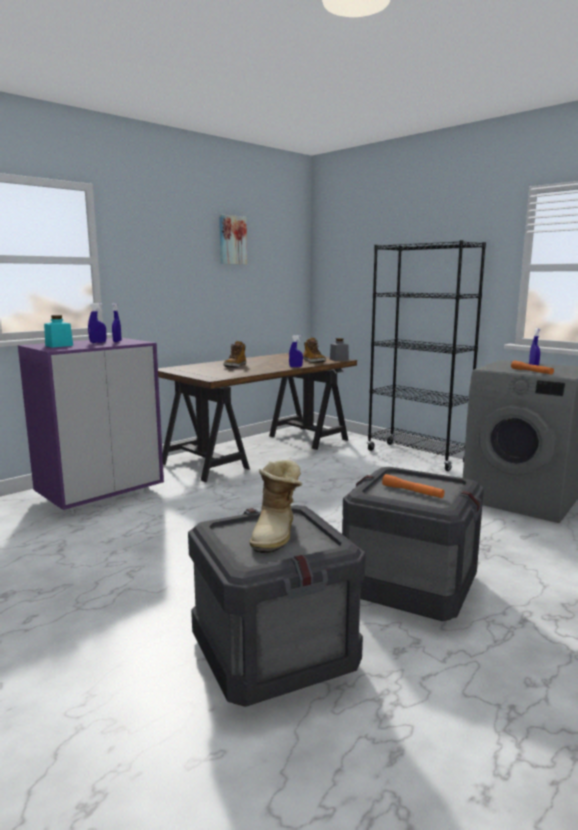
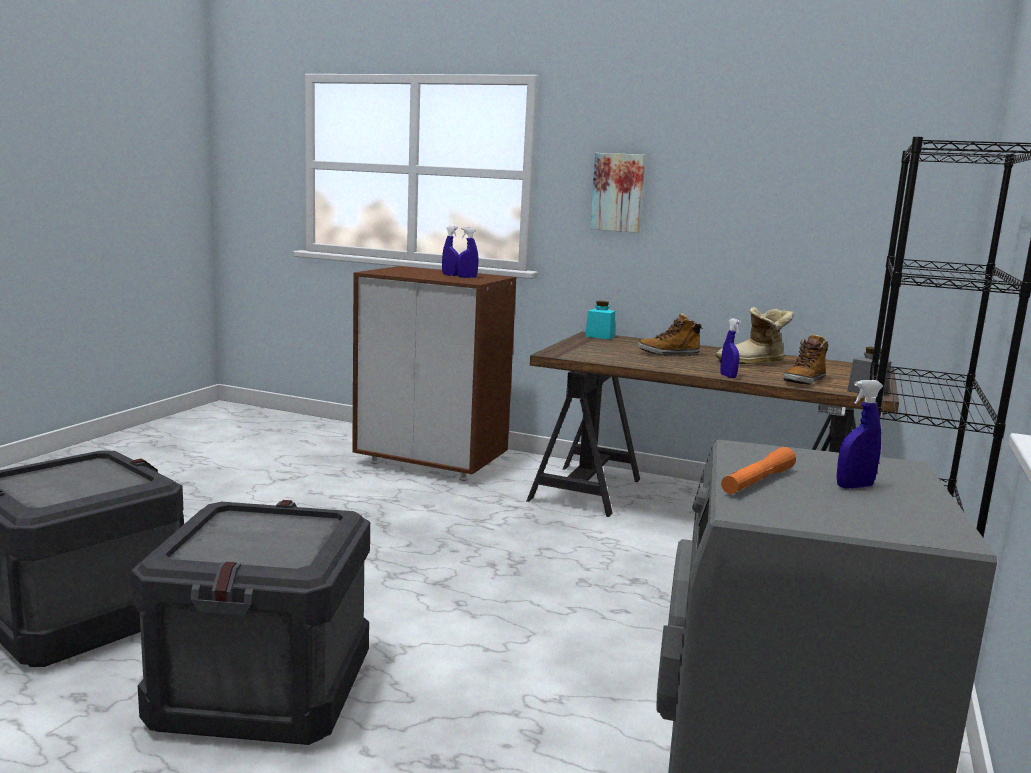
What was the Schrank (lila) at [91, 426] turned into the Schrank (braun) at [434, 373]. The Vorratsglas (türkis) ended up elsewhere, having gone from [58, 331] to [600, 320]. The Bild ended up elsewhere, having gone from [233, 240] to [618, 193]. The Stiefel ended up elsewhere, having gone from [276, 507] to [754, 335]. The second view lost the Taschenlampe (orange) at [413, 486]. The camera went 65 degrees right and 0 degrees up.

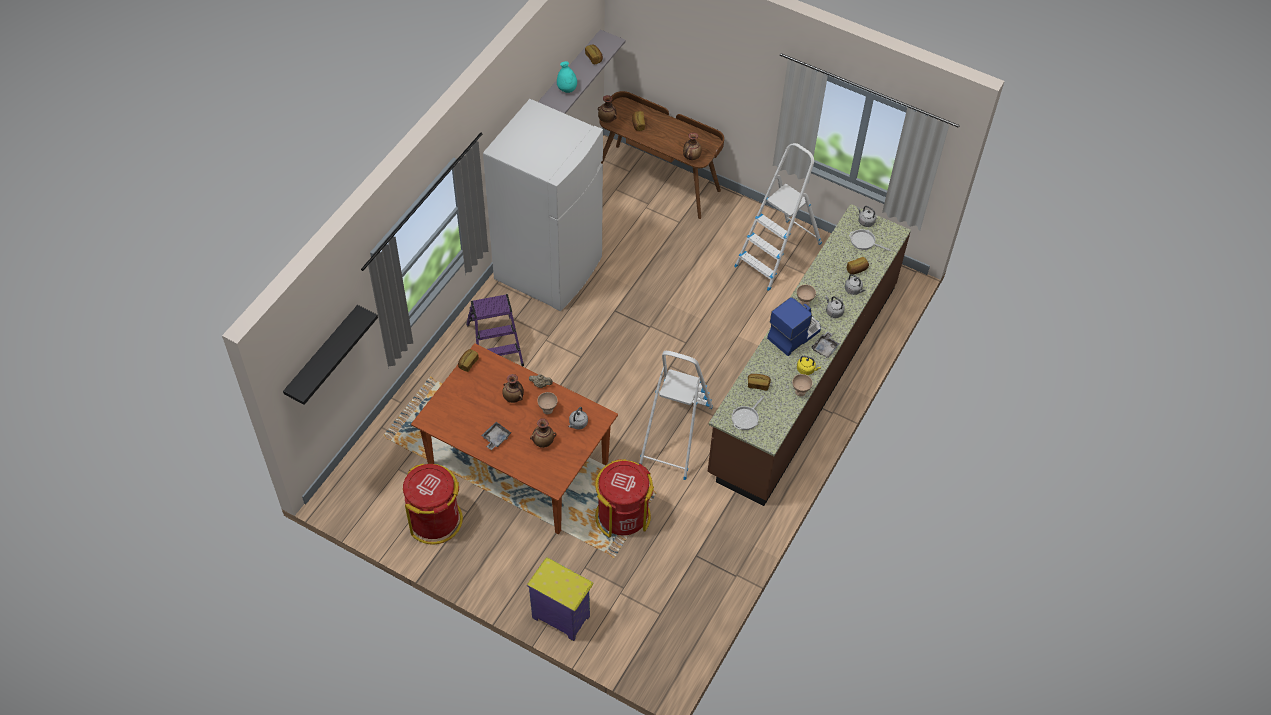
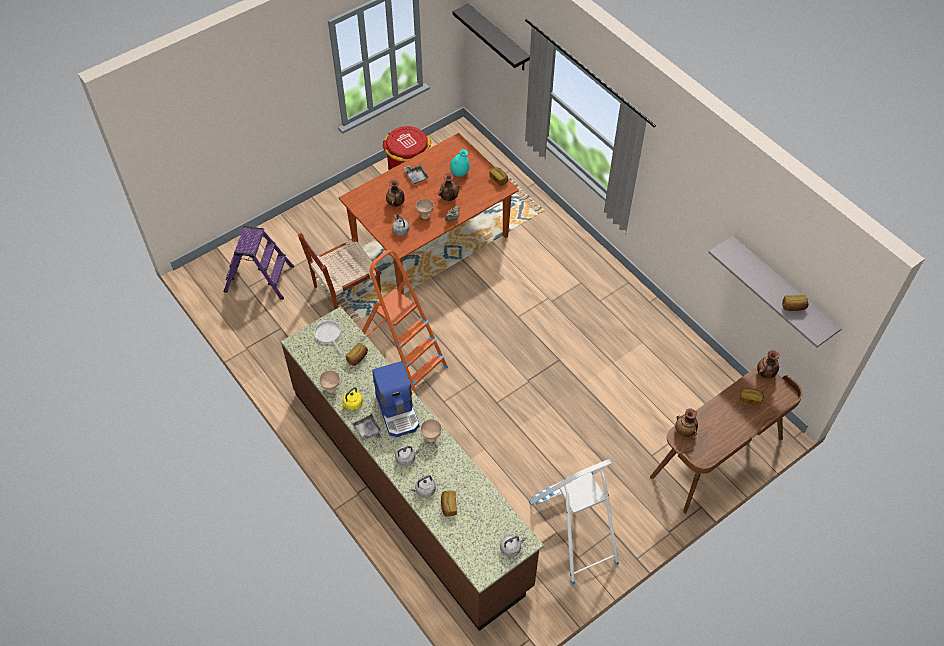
The Trittleiter (lila) ended up elsewhere, having gone from [495, 330] to [259, 263]. Where the Mülleimer (rot) stood at [624, 498], the Stuhl came to stand at [339, 271]. What was the Trittleiter (weiß) at [676, 415] turned into the Trittleiter (orange) at [405, 323]. The Vase (türkis) ended up elsewhere, having gone from [567, 77] to [459, 163]. The second view lost the Kühlschrank (weiß) at [543, 205]. The second view lost the Nachttisch at [560, 599]. The second view lost the Pfanne at [870, 240]. The camera went 115 degrees right and 0 degrees up.

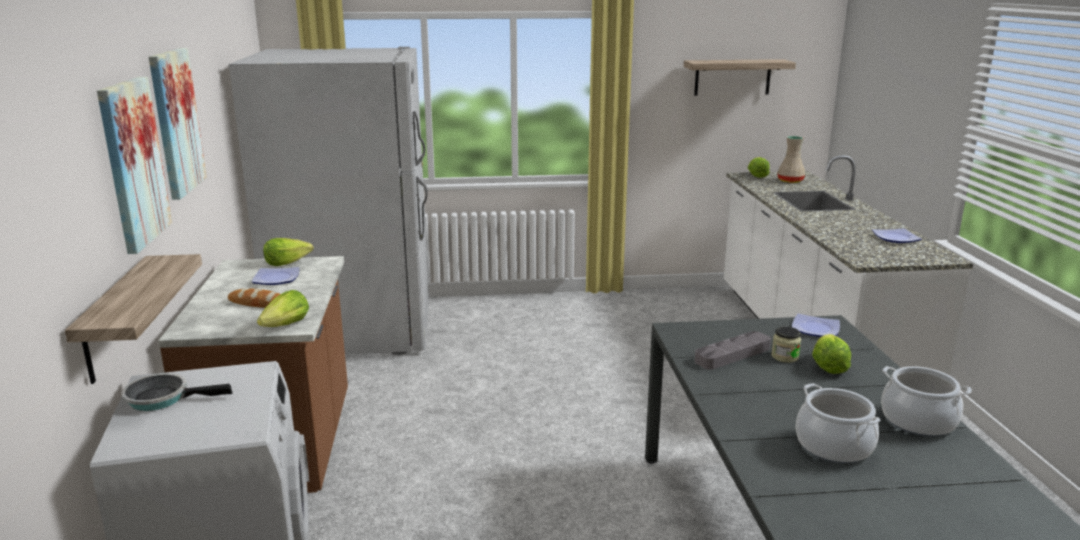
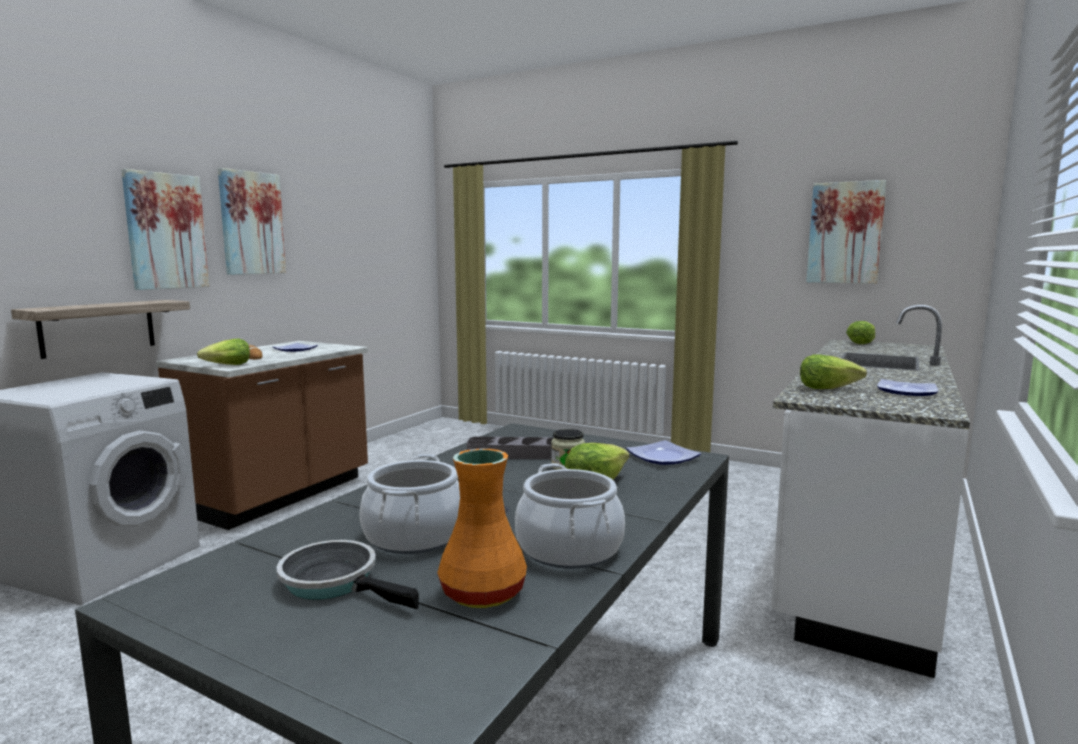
The Pfanne ended up elsewhere, having gone from [177, 392] to [348, 574]. The second view gained the Vase (orange) at [482, 528]. The Salatkopf ended up elsewhere, having gone from [288, 252] to [833, 371]. Where the Wandregal hung at [740, 77], the Bild came to hang at [846, 232]. The second view lost the Kühlschrank (weiß) at [329, 200]. The second view lost the Vase (beige) at [791, 159]. The camera went 35 degrees right and 10 degrees down.

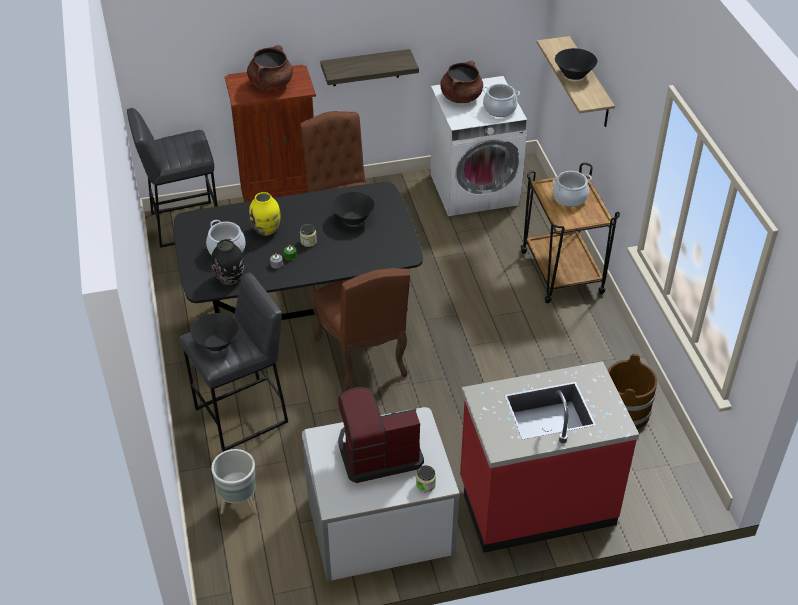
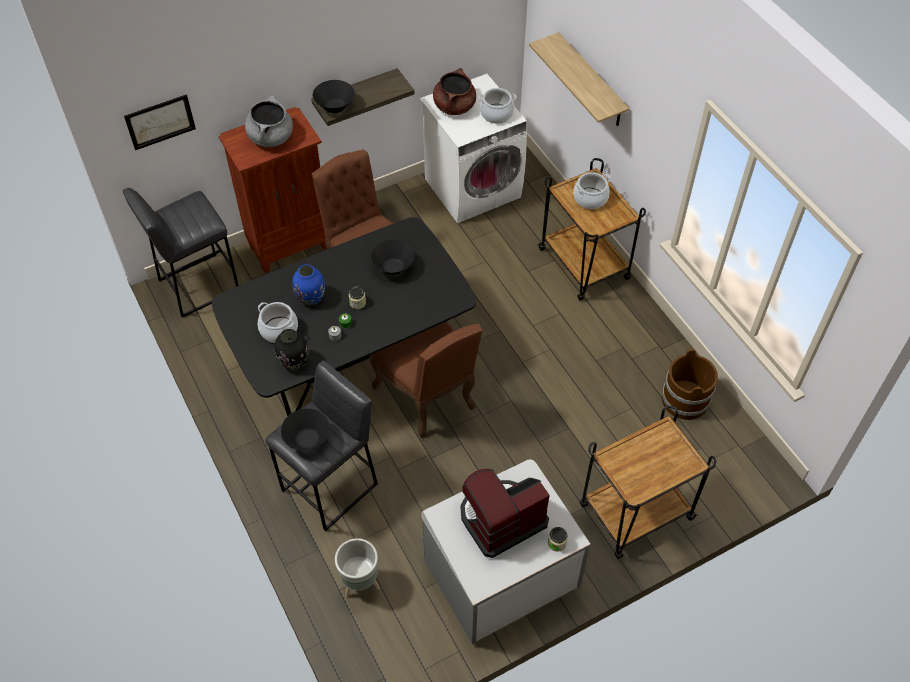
The second view gained the Bild at [160, 122]. What was the Kochtopf (braun) at [270, 68] turned into the Kochtopf (grau) at [269, 121]. What was the Vase (gelb) at [265, 214] turned into the Vase (blau) at [308, 284]. The Schüssel (schwarz) ended up elsewhere, having gone from [576, 64] to [334, 96]. Where the Küchenzeile (rot) stood at [549, 457], the Rollwagen (braun) came to stand at [648, 482]. The camera went 15 degrees left and 10 degrees up.

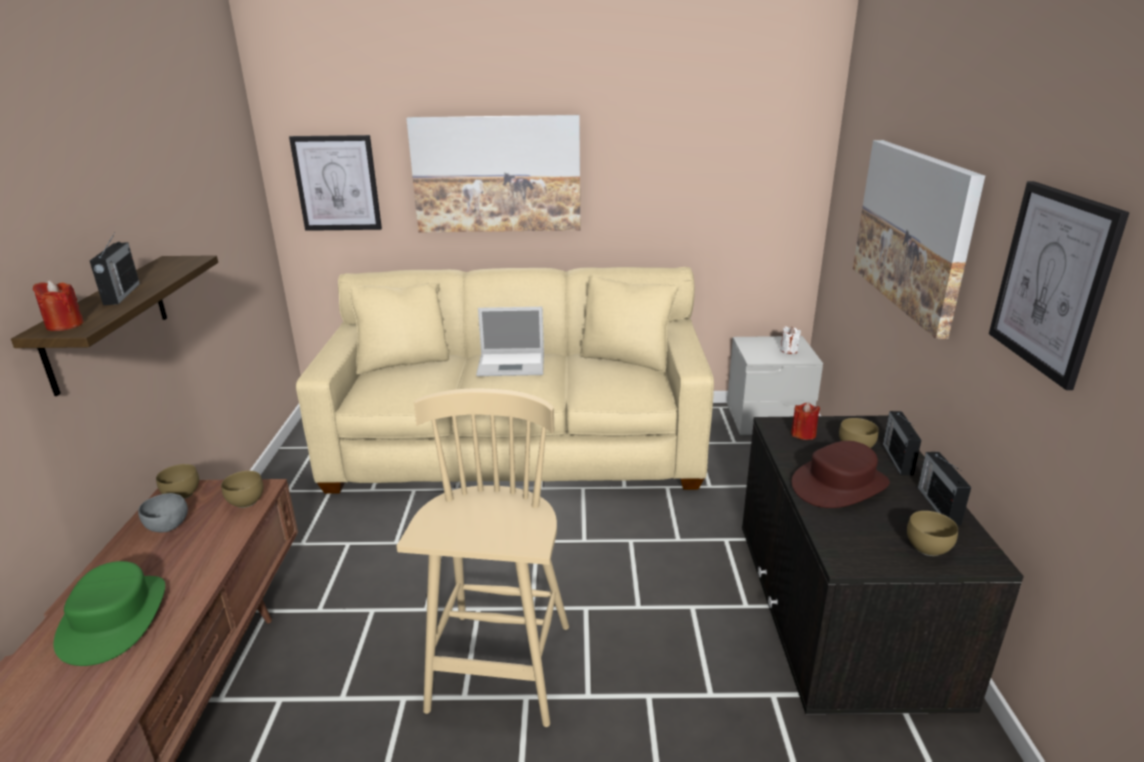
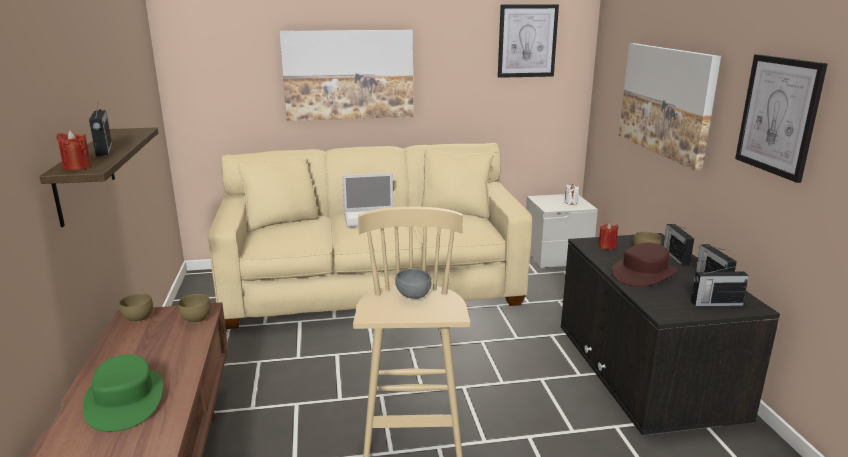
The Schüssel (grau) ended up elsewhere, having gone from [163, 512] to [413, 284]. The Bild ended up elsewhere, having gone from [335, 183] to [528, 41]. Where the Schüssel (braun) stood at [932, 533], the Radio came to stand at [720, 285]. The camera went 10 degrees left and 5 degrees down.

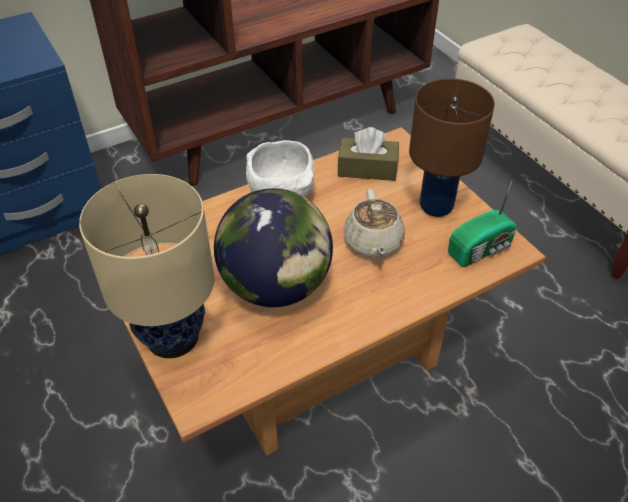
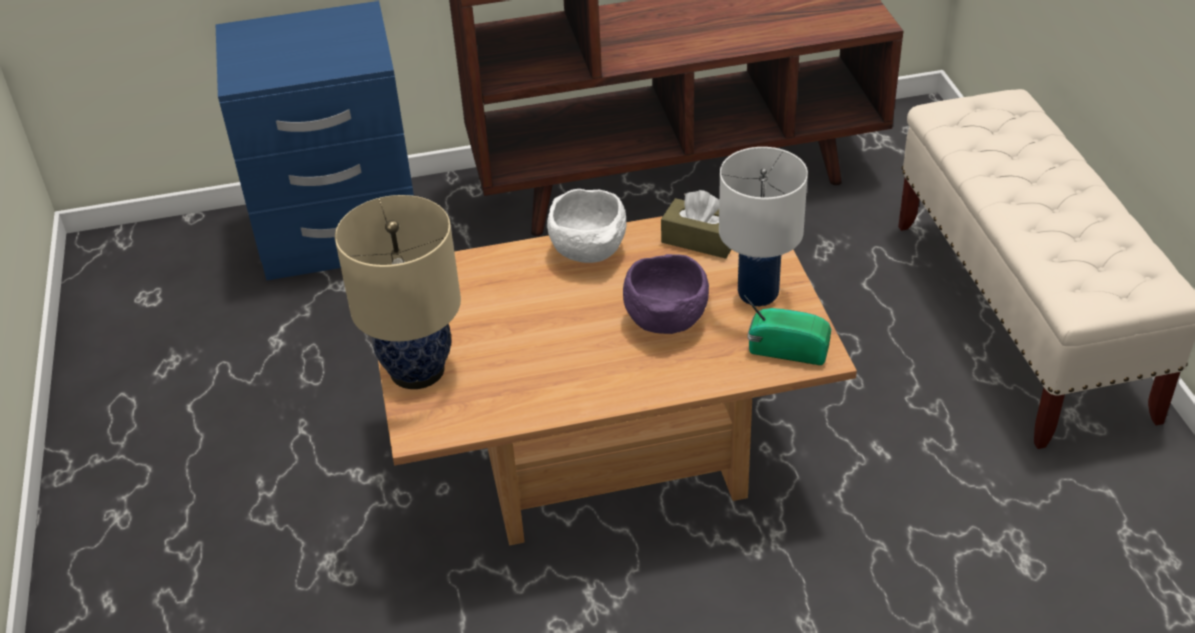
Where the Teekanne (beige) stood at [374, 224], the Schüssel (lila) came to stand at [666, 294]. What was the Tischlampe (braun) at [452, 147] turned into the Tischlampe (weiß) at [763, 226]. The Radio at [482, 223] ended up facing another way, 150 degrees counterclockwise from before. The second view lost the Globus at [273, 247]. The camera went 20 degrees right and 5 degrees down.

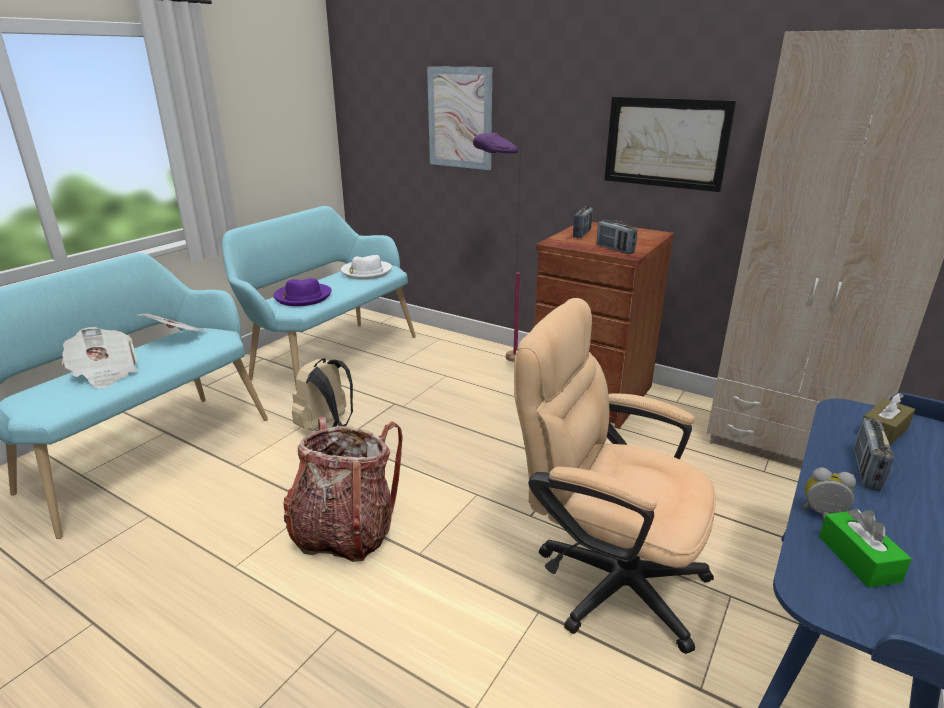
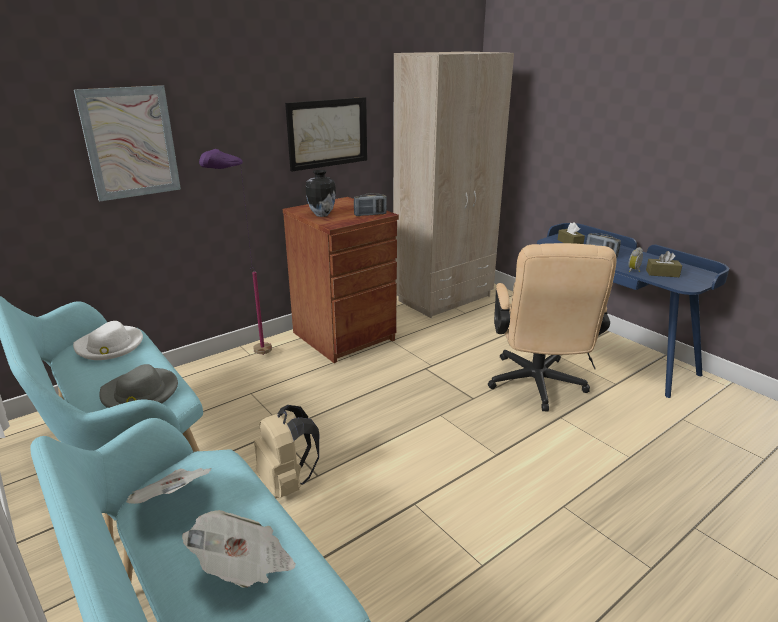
What was the Hut (lila) at [302, 292] turned into the Hut (grau) at [138, 386]. Where the Radio stood at [583, 222], the Vase came to stand at [321, 193]. The Bürostuhl (beige) at [615, 476] ended up facing another way, 45 degrees counterclockwise from before. What was the Taschentuchbox (grün) at [865, 548] turned into the Taschentuchbox (braun) at [664, 264]. The second view lost the Rucksack at [343, 489]. The camera went 70 degrees left and 0 degrees up.

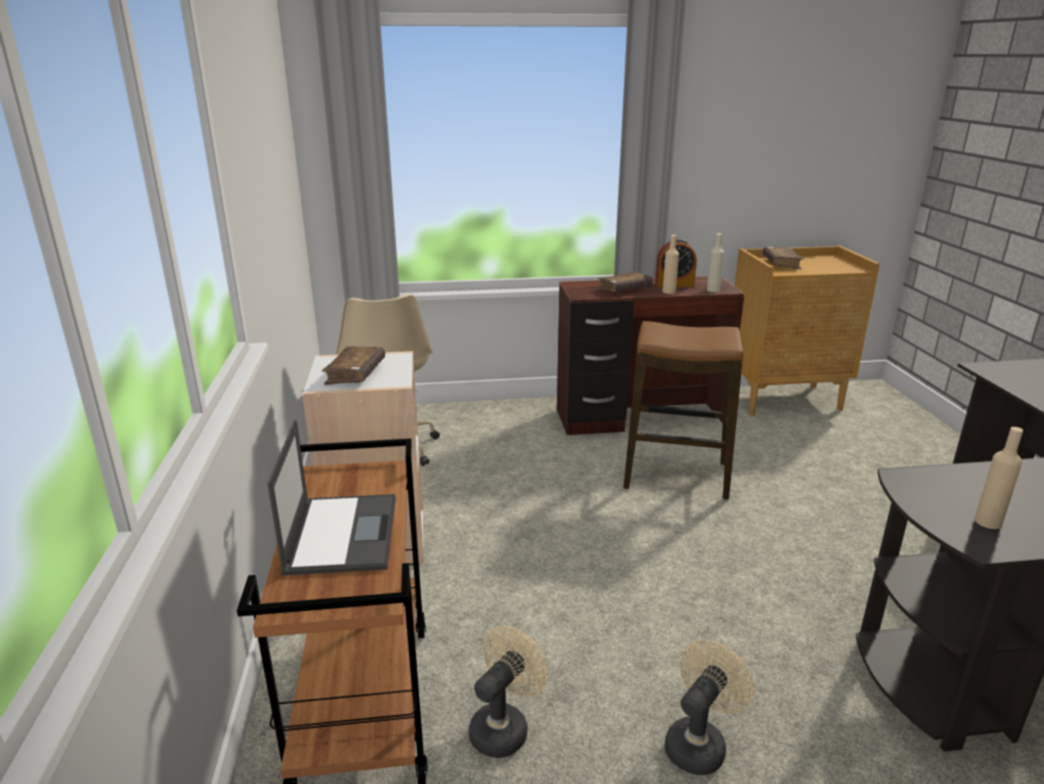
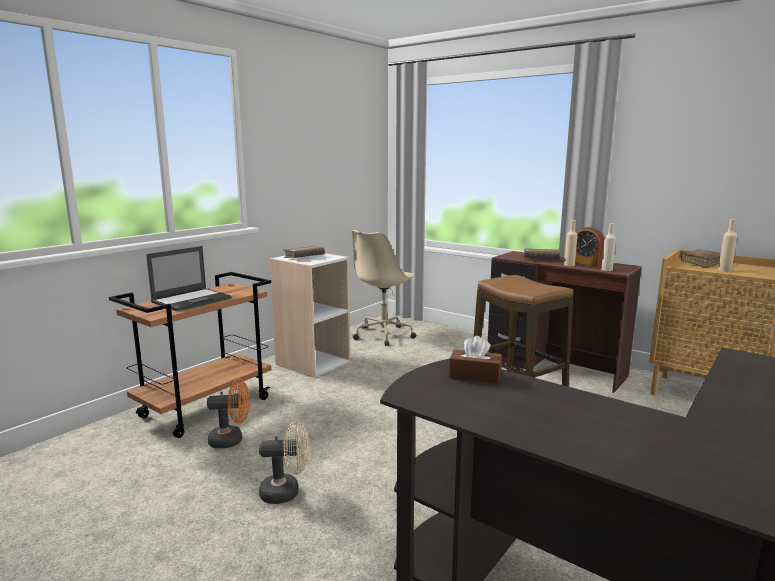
What was the Ventilator (beige) at [508, 692] turned into the Ventilator (orange) at [228, 414]. The second view gained the Taschentuchbox (braun) at [475, 360]. The Flasche (beige) ended up elsewhere, having gone from [999, 478] to [727, 245]. The camera went 45 degrees right and 10 degrees down.

